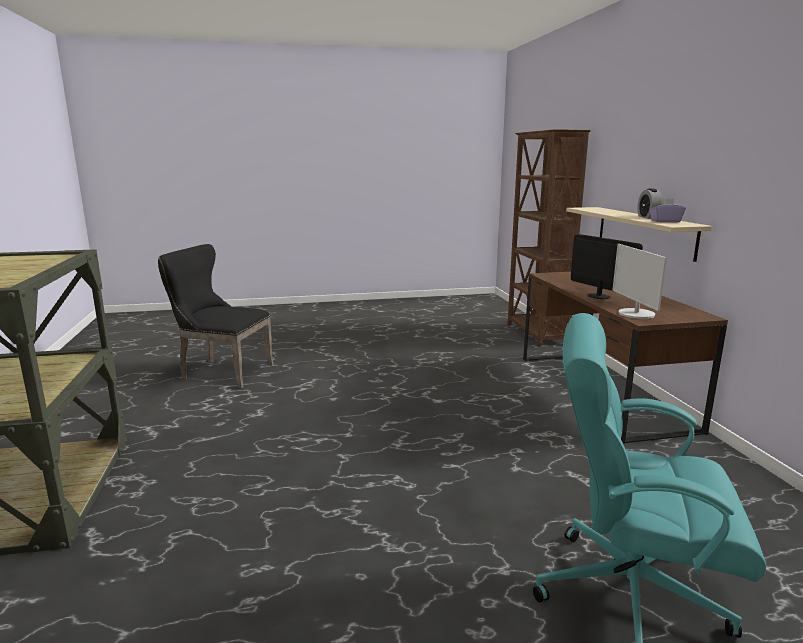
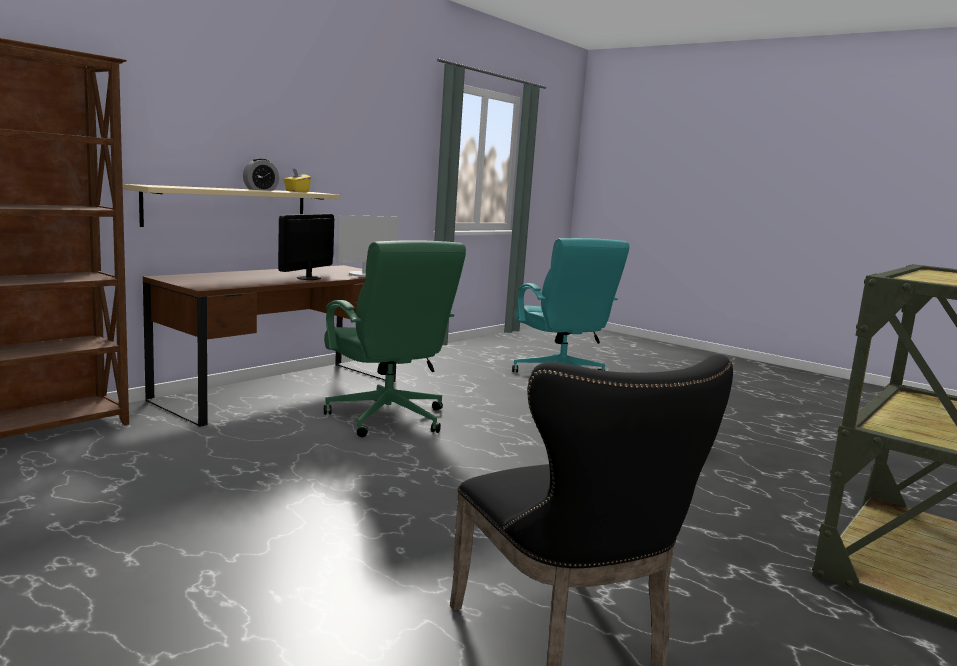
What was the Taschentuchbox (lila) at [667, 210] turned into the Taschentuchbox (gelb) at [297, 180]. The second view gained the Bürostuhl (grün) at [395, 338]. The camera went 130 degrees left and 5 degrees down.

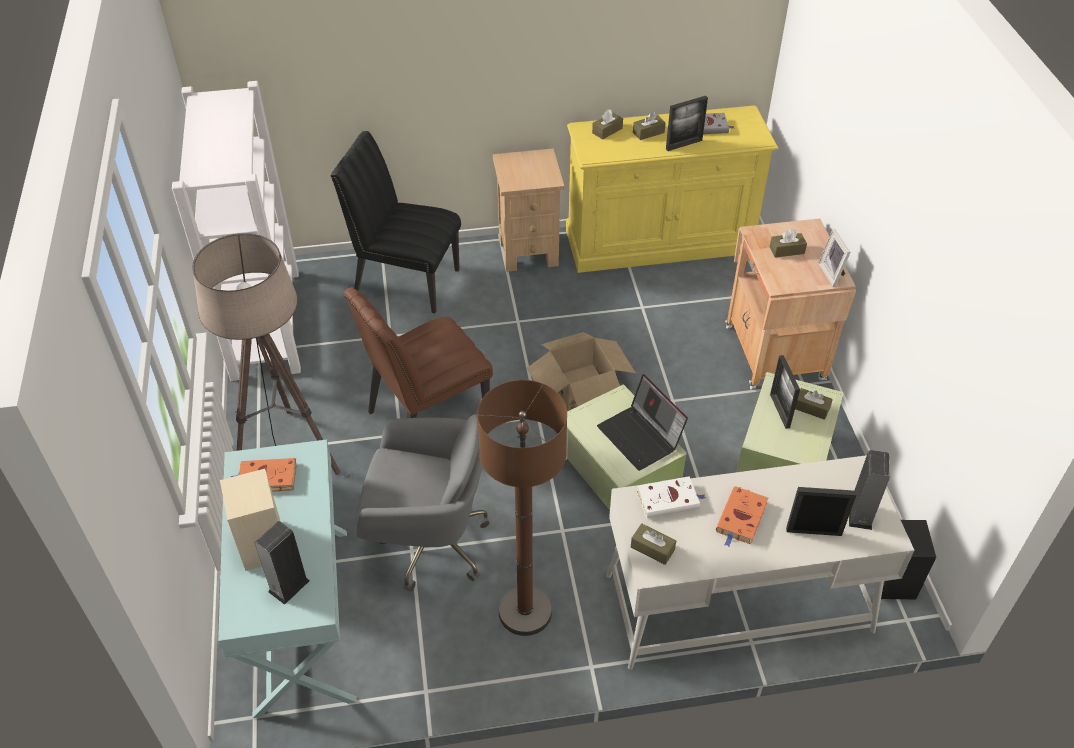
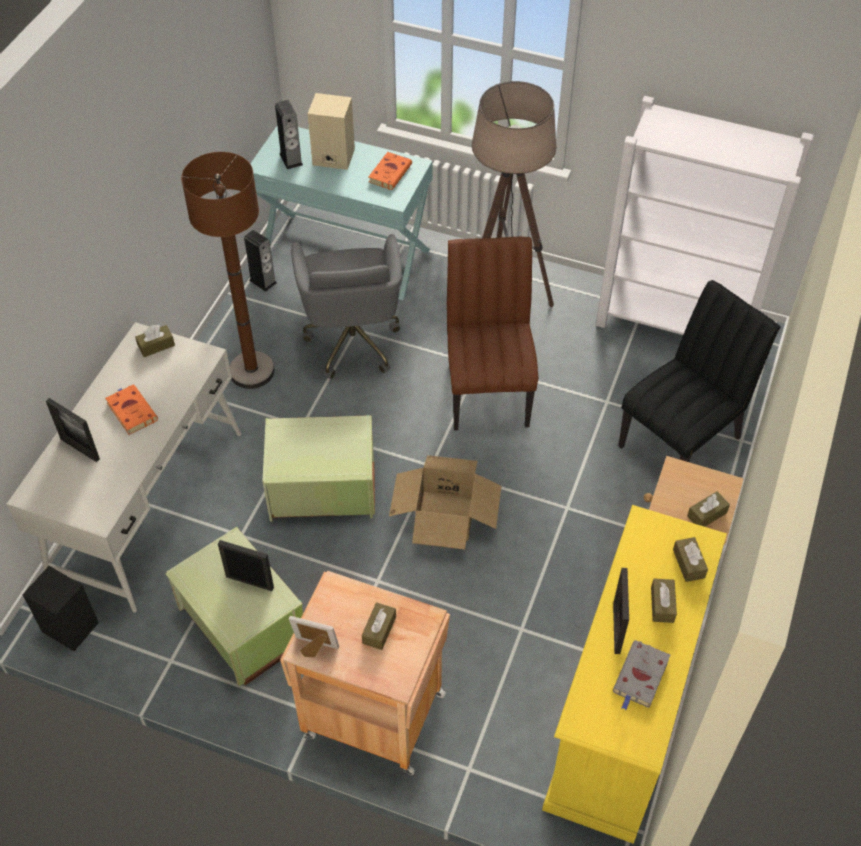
The Bilderrahmen at [821, 511] ended up facing another way, 90 degrees clockwise from before. The Lautsprecher ended up elsewhere, having gone from [869, 490] to [260, 261]. The Bürostuhl (grau) at [423, 503] ended up facing another way, 45 degrees counterclockwise from before. The Taschentuchbox (braun) ended up elsewhere, having gone from [814, 404] to [708, 509]. The second view lost the Laptop at [642, 422]. The second view lost the Buch (weiß) at [671, 497]. The camera went 120 degrees right and 5 degrees up.

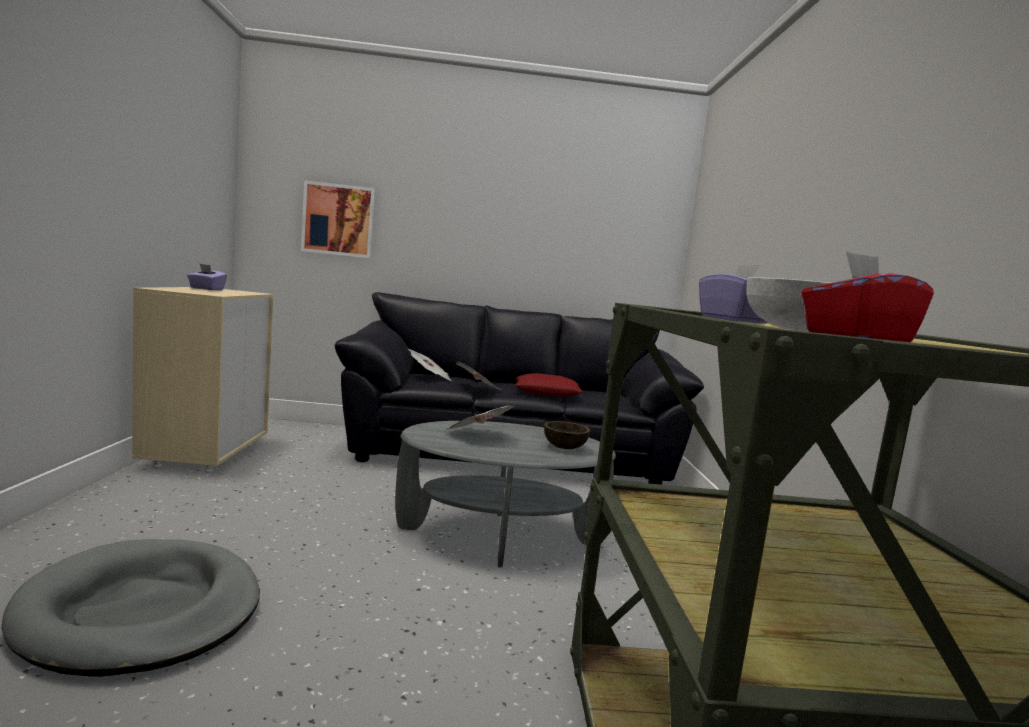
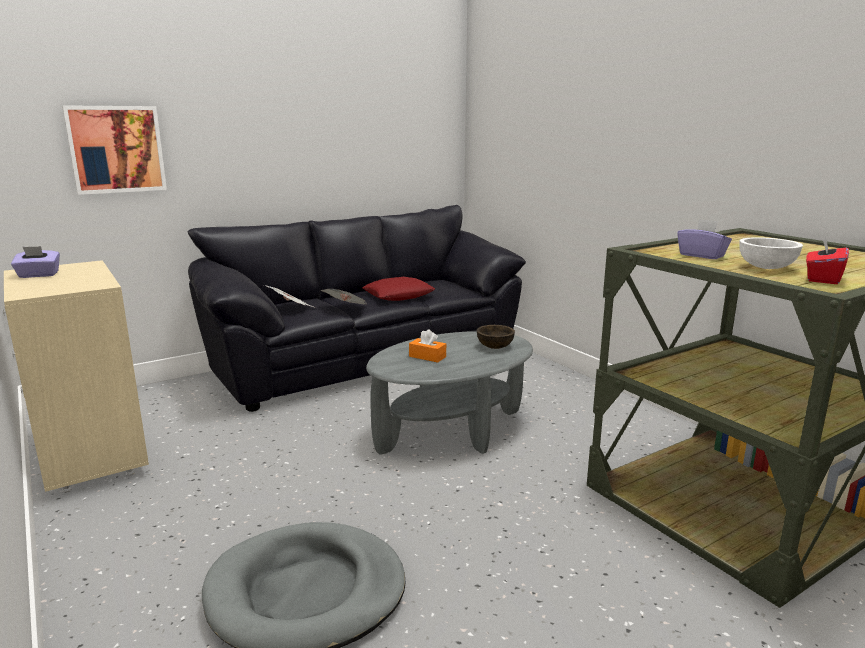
Where the Zeitung stood at [480, 417], the Taschentuchbox (orange) came to stand at [427, 346]. The camera went 30 degrees left and 10 degrees up.

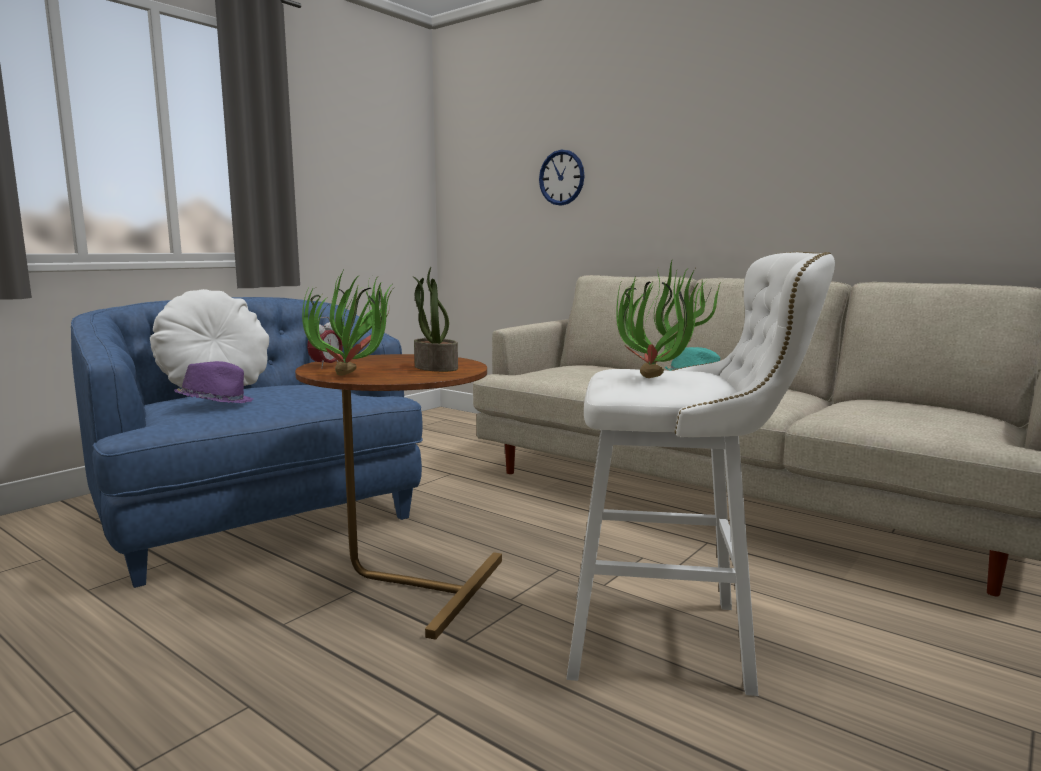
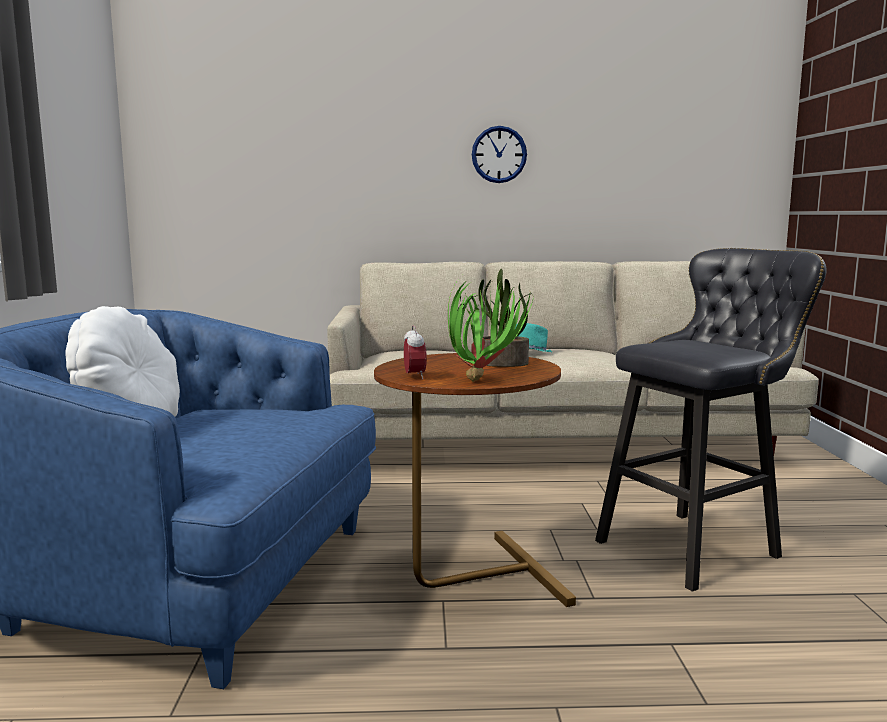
The Wanduhr ended up elsewhere, having gone from [561, 178] to [499, 154]. What was the Hocker (weiß) at [700, 474] turned into the Hocker (schwarz) at [711, 420]. The second view lost the Hut (lila) at [213, 382]. The second view lost the Topfpflanze at [668, 319]. The camera went 40 degrees left and 0 degrees up.

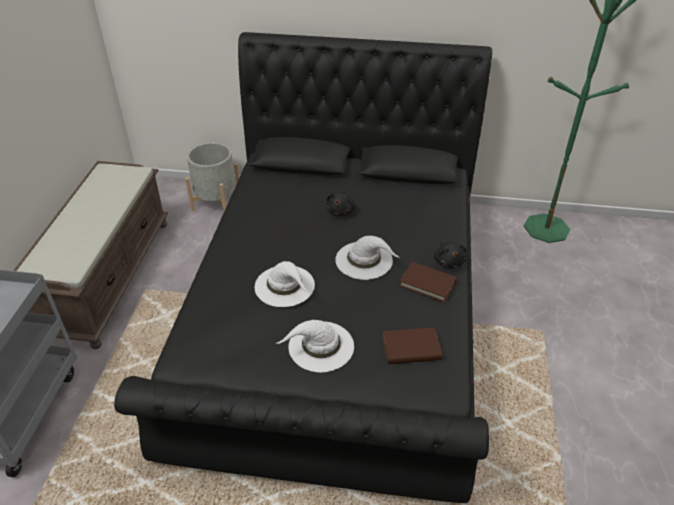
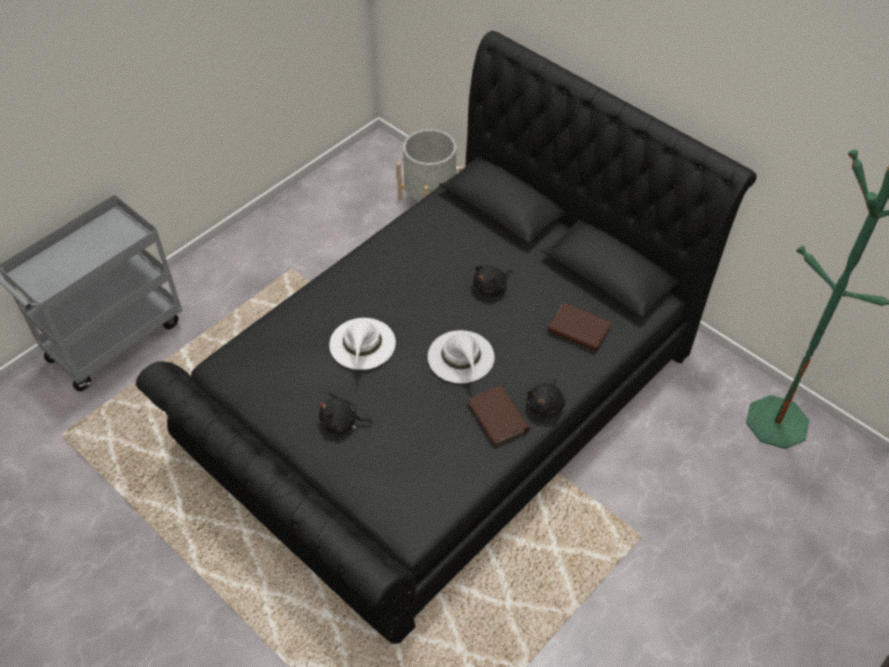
Where the Hut (weiß) stood at [315, 346], the Plüschtier (schwarz) came to stand at [346, 413]. The Buch (braun) ended up elsewhere, having gone from [412, 345] to [580, 327]. The second view lost the Bank (braun) at [90, 255]. The camera went 35 degrees right and 10 degrees up.

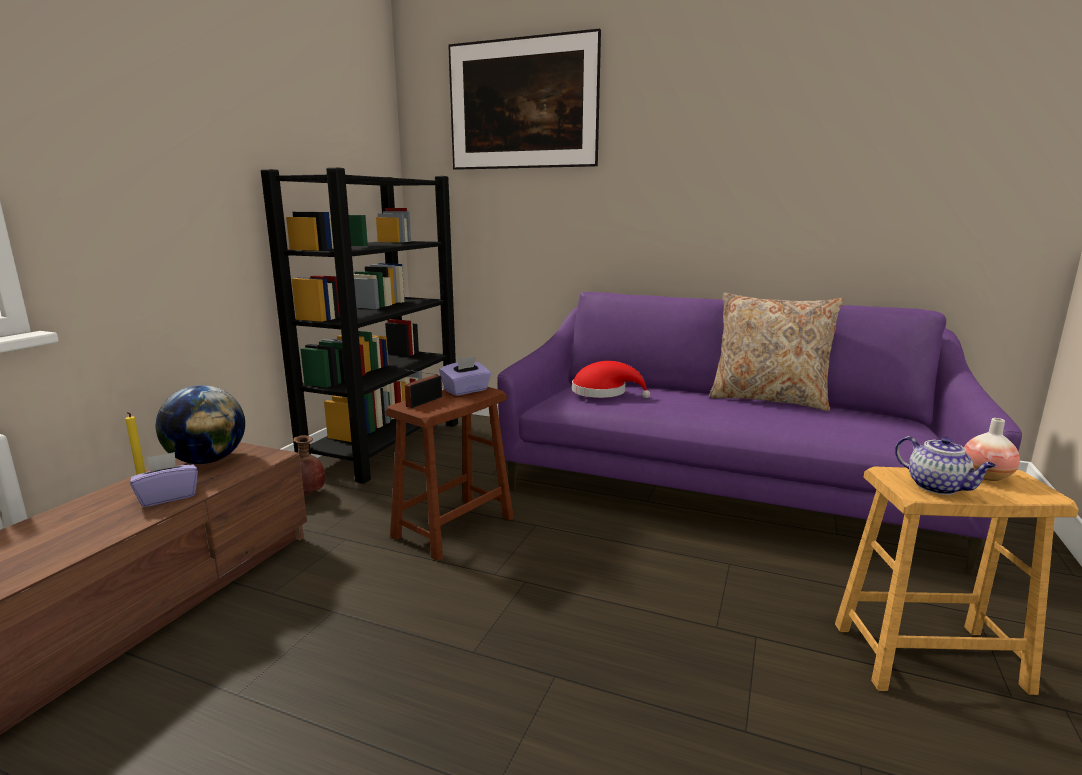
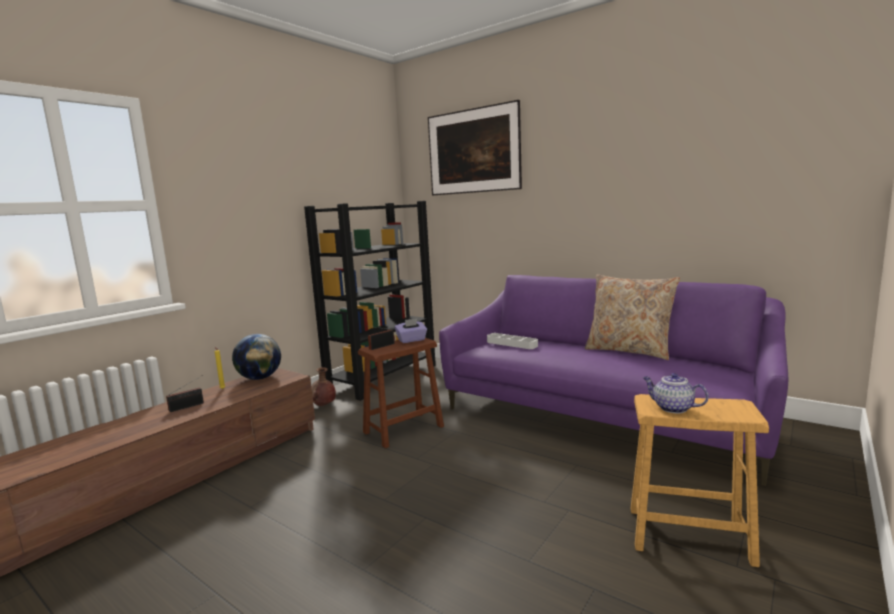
The second view gained the Radio at [185, 393]. Where the Hut (rot) stood at [611, 379], the Tablett (weiß) came to stand at [512, 341]. The Teekanne at [945, 465] ended up facing another way, 150 degrees clockwise from before. The second view lost the Taschentuchbox (lila) at [164, 479]. The second view lost the Vase at [992, 449]. The camera went 15 degrees right and 5 degrees down.

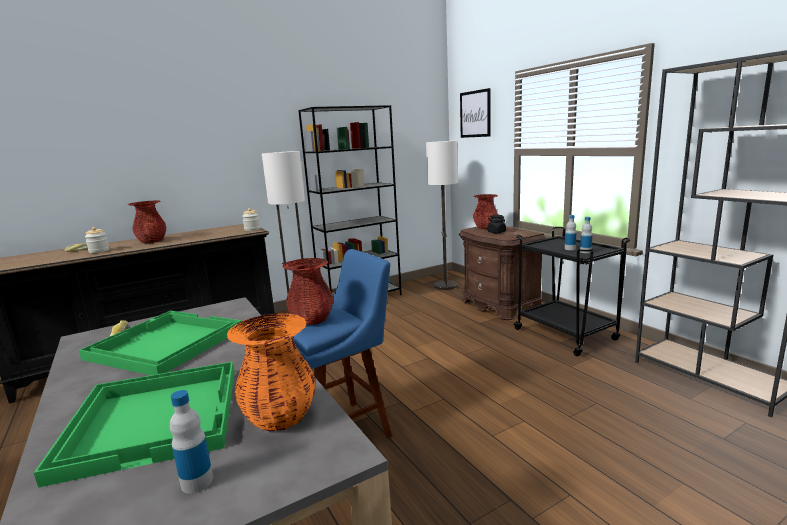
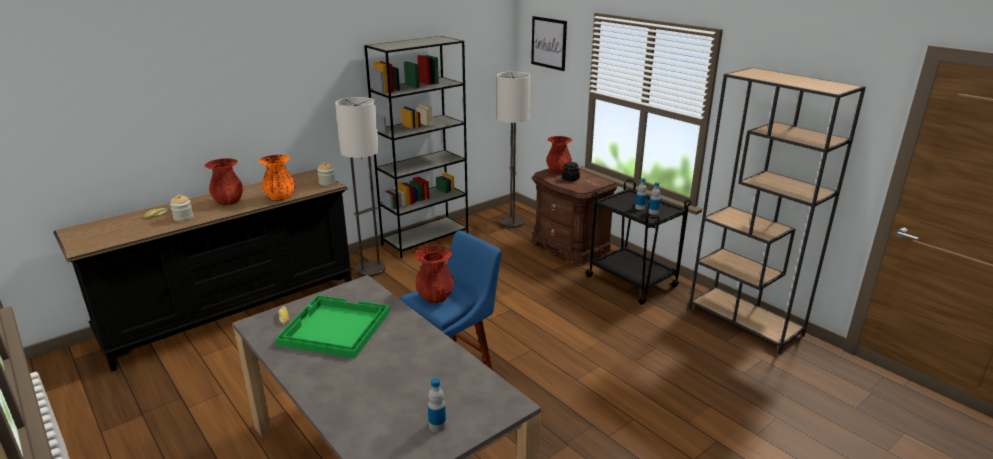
The Vase (orange) ended up elsewhere, having gone from [271, 372] to [277, 178]. The second view lost the Tablett (grün) at [134, 425]. The camera went 10 degrees left and 10 degrees up.

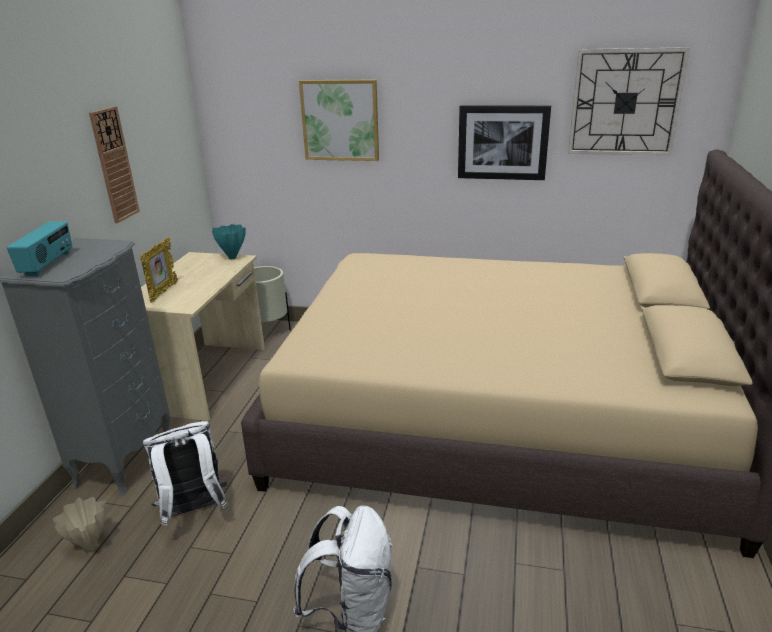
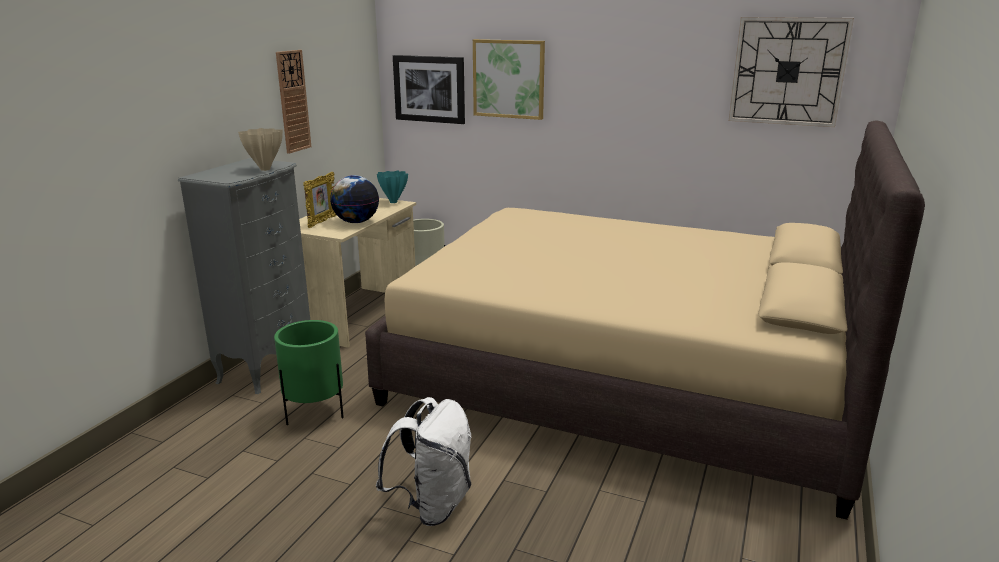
The Vase (beige) ended up elsewhere, having gone from [79, 523] to [260, 149]. Where the Rucksack (weiß) stood at [185, 473], the Pflanzkübel (grün) came to stand at [309, 372]. The second view gained the Globus at [354, 199]. The Bild ended up elsewhere, having gone from [504, 142] to [429, 89]. The second view lost the Radio at [39, 248]. The camera went 10 degrees right and 5 degrees down.

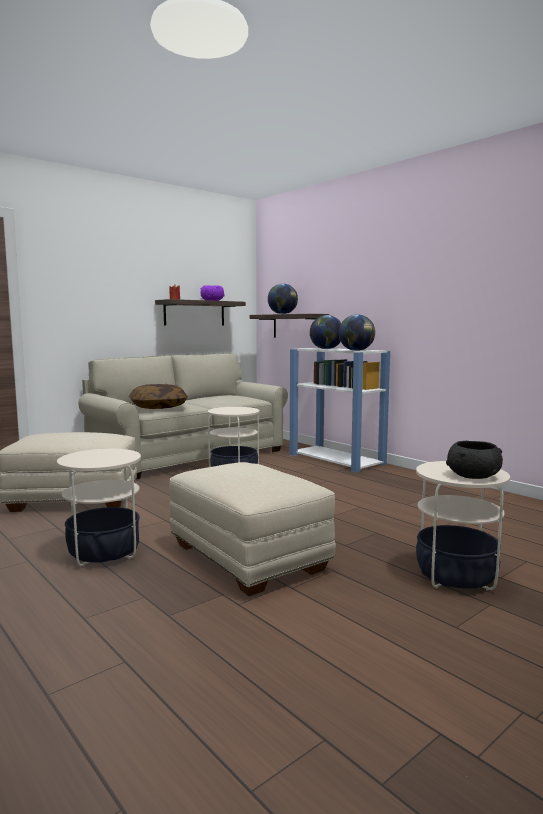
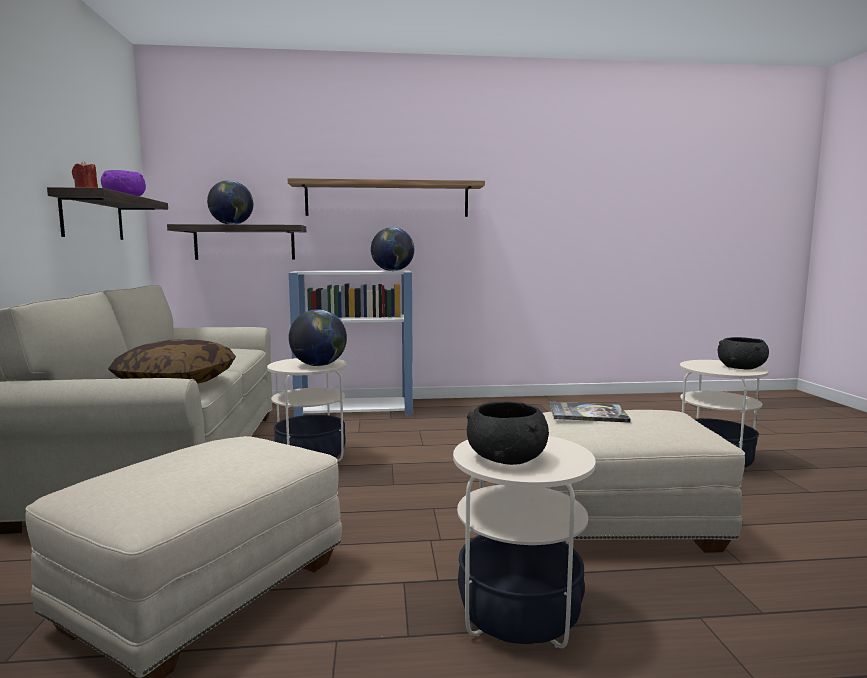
The second view gained the Wandregal at [386, 197]. The Globus ended up elsewhere, having gone from [325, 332] to [318, 337]. The second view gained the Schüssel (schwarz) at [508, 433]. The second view gained the Buch at [590, 412]. The camera went 55 degrees left and 0 degrees up.

